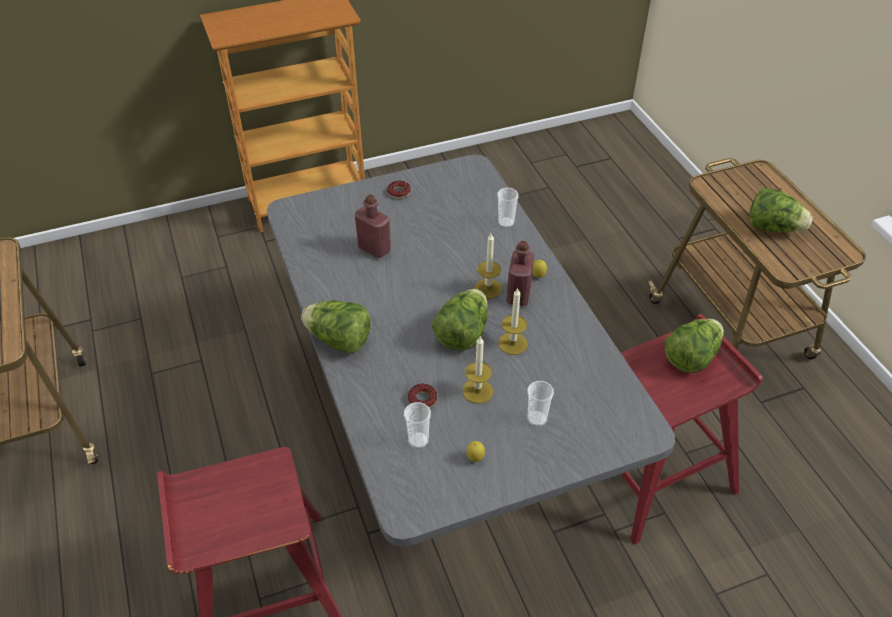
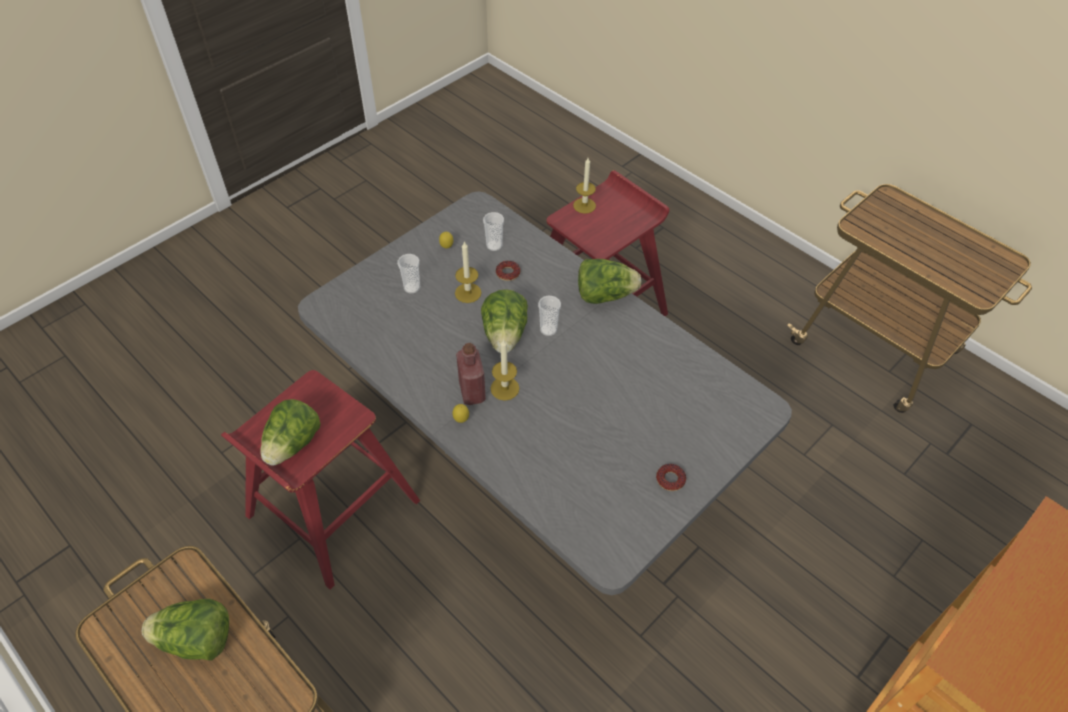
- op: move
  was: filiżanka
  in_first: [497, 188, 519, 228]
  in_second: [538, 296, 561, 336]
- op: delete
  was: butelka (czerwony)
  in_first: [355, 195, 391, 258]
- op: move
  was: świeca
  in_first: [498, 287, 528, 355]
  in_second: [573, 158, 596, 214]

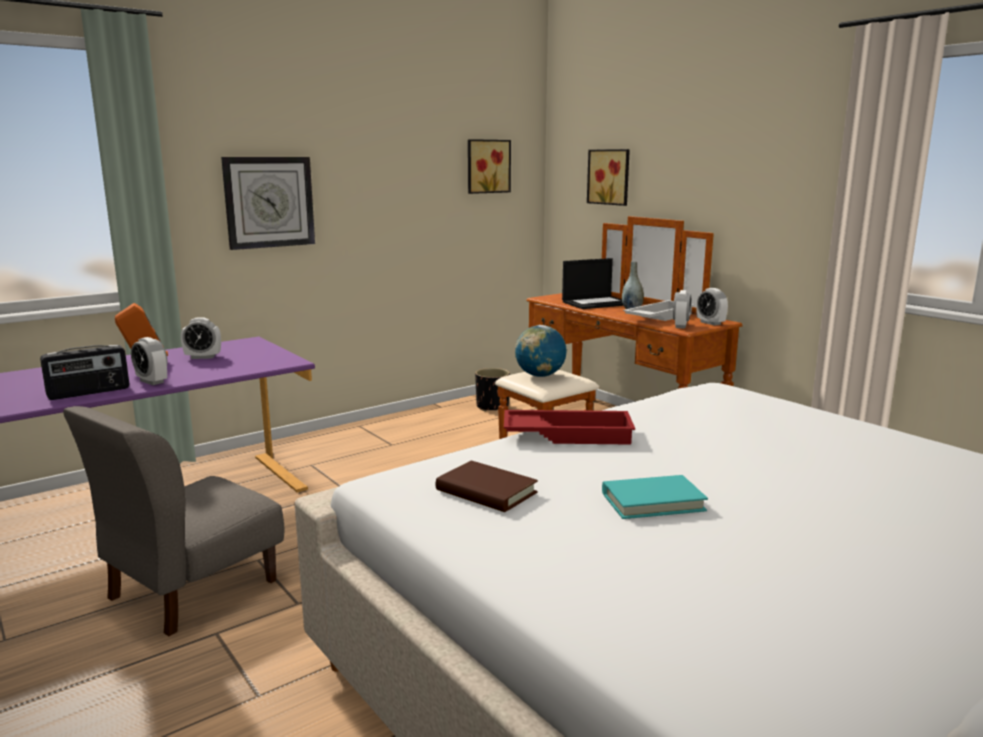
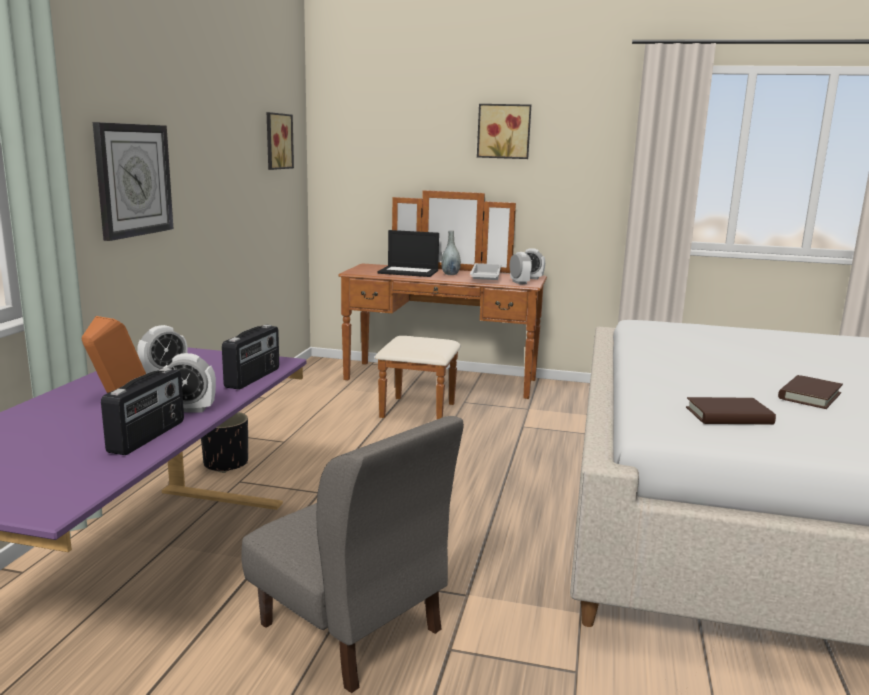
- op: move
  was: obraz
  in_first: [587, 149, 630, 206]
  in_second: [477, 104, 531, 159]
- op: rotate
  was: laptop
  in_first: [562, 258, 624, 309]
  in_second: [378, 230, 439, 277]
  clockwise: 75
- op: delete
  was: globus
  in_first: [515, 325, 567, 377]
- op: move
  was: donica (czarny)
  in_first: [475, 368, 510, 412]
  in_second: [201, 412, 248, 473]
- op: rotate
  was: krzesło (szary)
  in_first: [63, 406, 284, 636]
  in_second: [241, 416, 464, 693]
  clockwise: -45
- op: delete
  was: taca (czerwony)
  in_first: [504, 410, 635, 445]
- op: recolor
  was: książka (turkusowy)
  now: książka (brązowy)
  in_first: [602, 475, 708, 519]
  in_second: [778, 375, 843, 409]
- op: insert
  now: radio
  in_second: [222, 325, 279, 390]

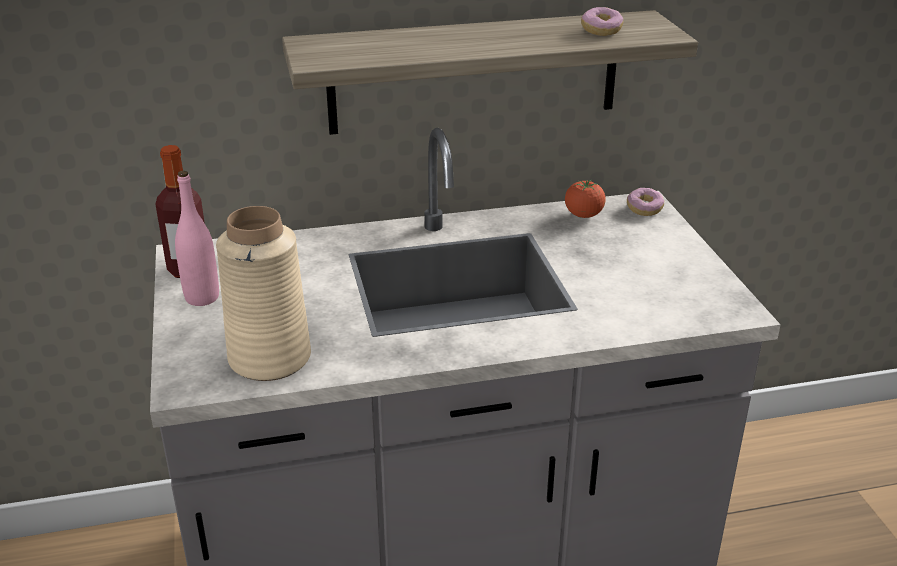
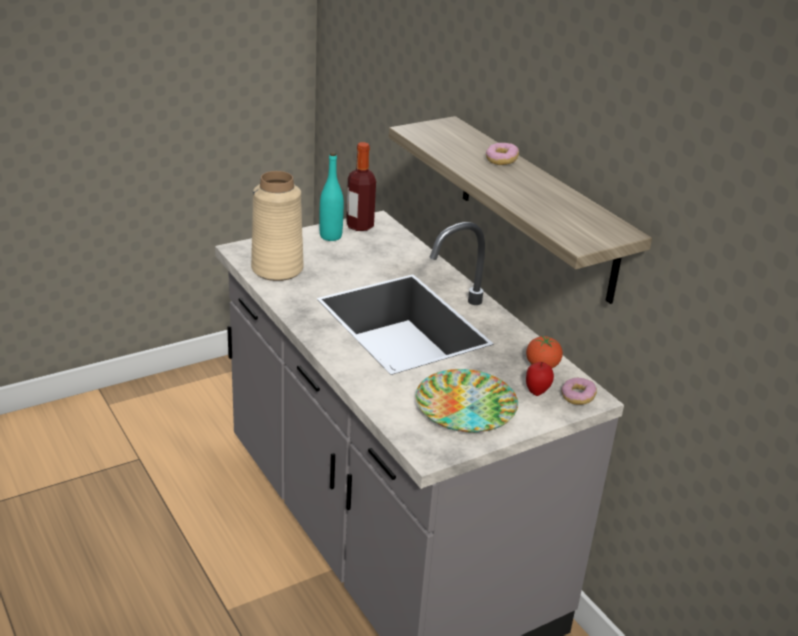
- op: move
  was: donut
  in_first: [581, 7, 623, 36]
  in_second: [486, 143, 519, 165]
- op: recolor
  was: butelka (różowy)
  now: butelka (turkusowy)
  in_first: [175, 171, 219, 306]
  in_second: [319, 152, 344, 241]
- op: insert
  now: jabłko
  in_second: [526, 362, 554, 396]
- op: insert
  now: talerz
  in_second: [416, 369, 518, 433]

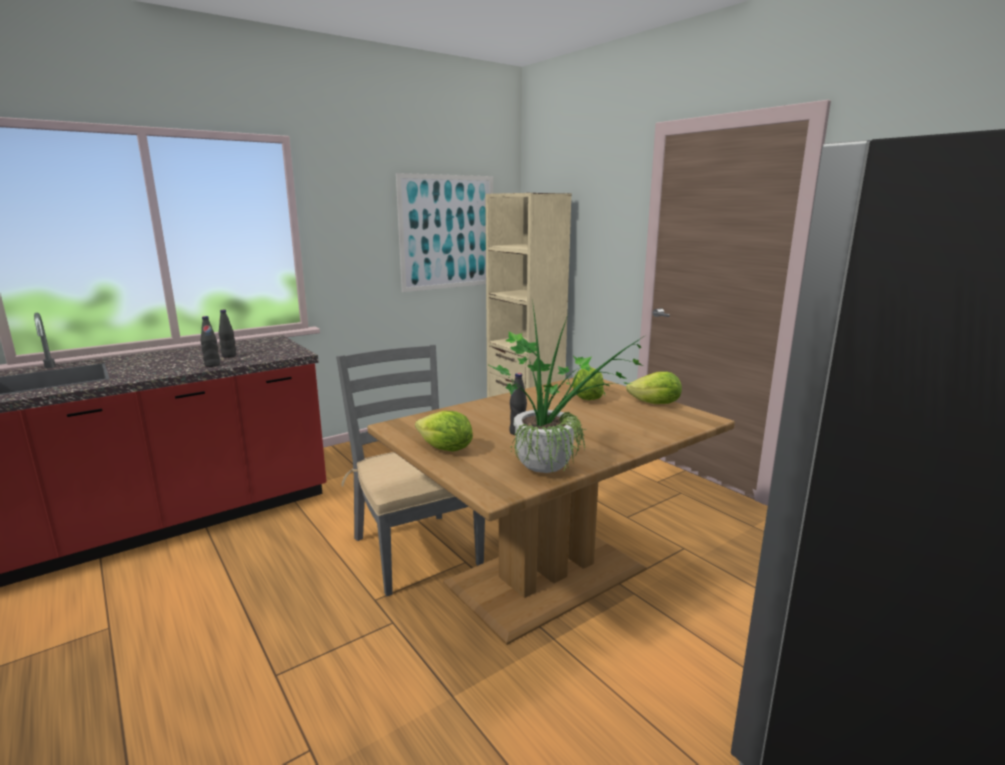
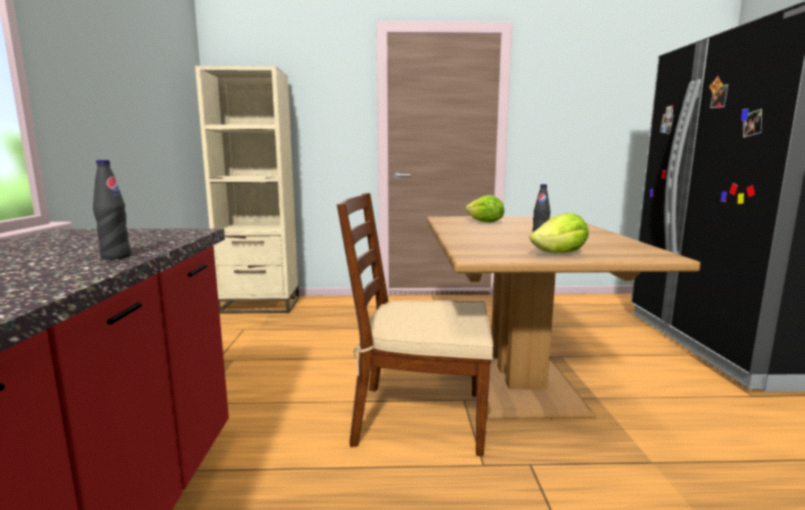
- op: delete
  was: obraz
  in_first: [396, 173, 493, 292]
- op: delete
  was: roślina doniczkowa
  in_first: [487, 299, 649, 473]
- op: delete
  was: butelka (czarny)
  in_first: [219, 310, 236, 358]
- op: recolor
  was: krzesło (szary)
  now: krzesło (brązowy)
  in_first: [336, 345, 485, 596]
  in_second: [337, 193, 494, 456]
- op: delete
  was: sałata
  in_first: [626, 371, 682, 404]

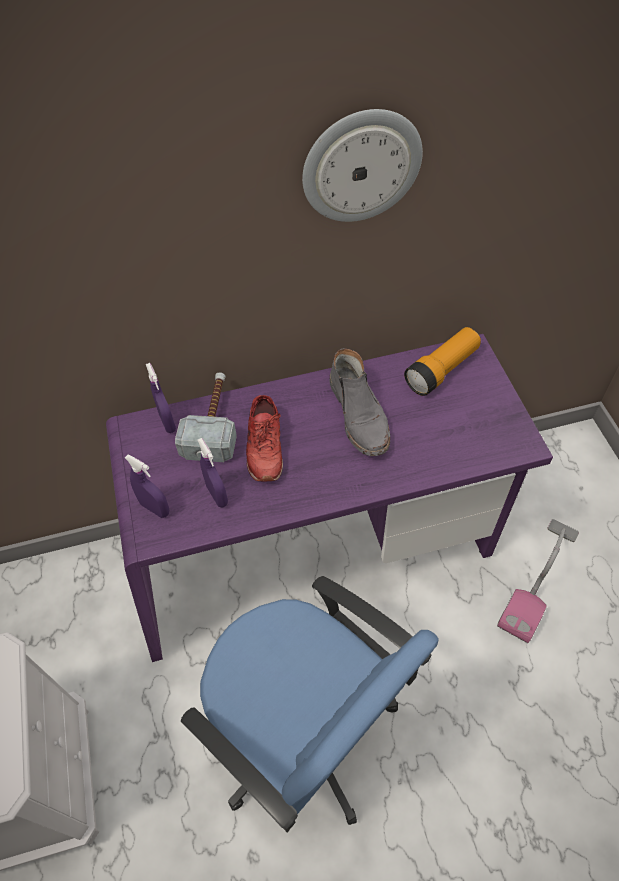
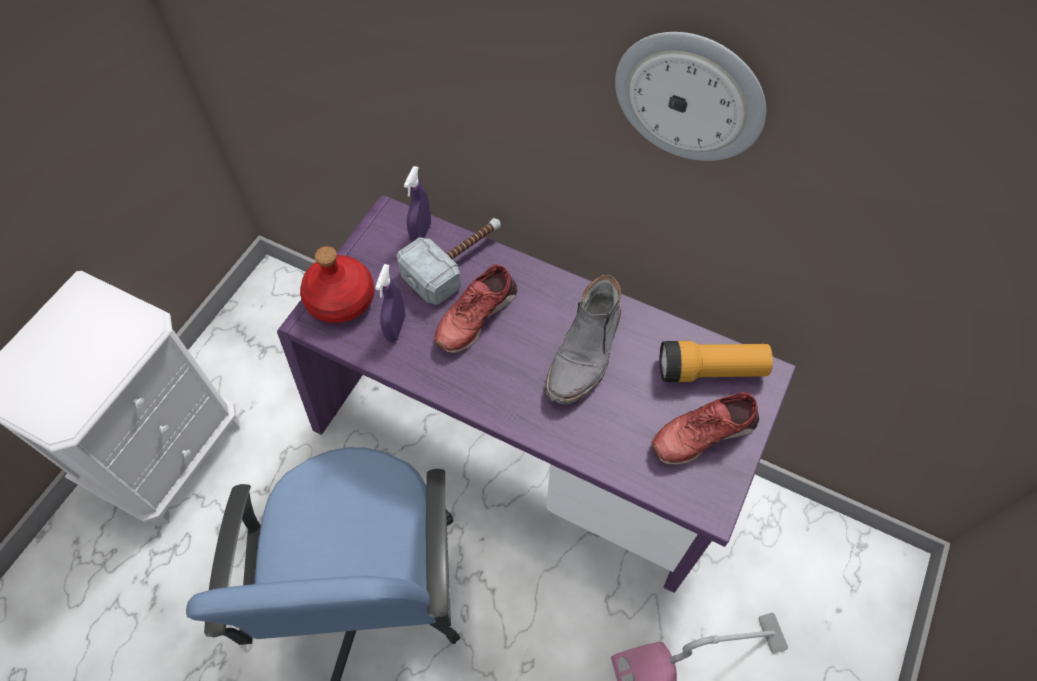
- op: replace
  was: spryskiwacz (fioletowy)
  now: butelka (czerwony)
  in_first: [125, 455, 169, 518]
  in_second: [300, 246, 374, 323]
- op: insert
  now: but (czerwony)
  in_second: [651, 392, 759, 465]

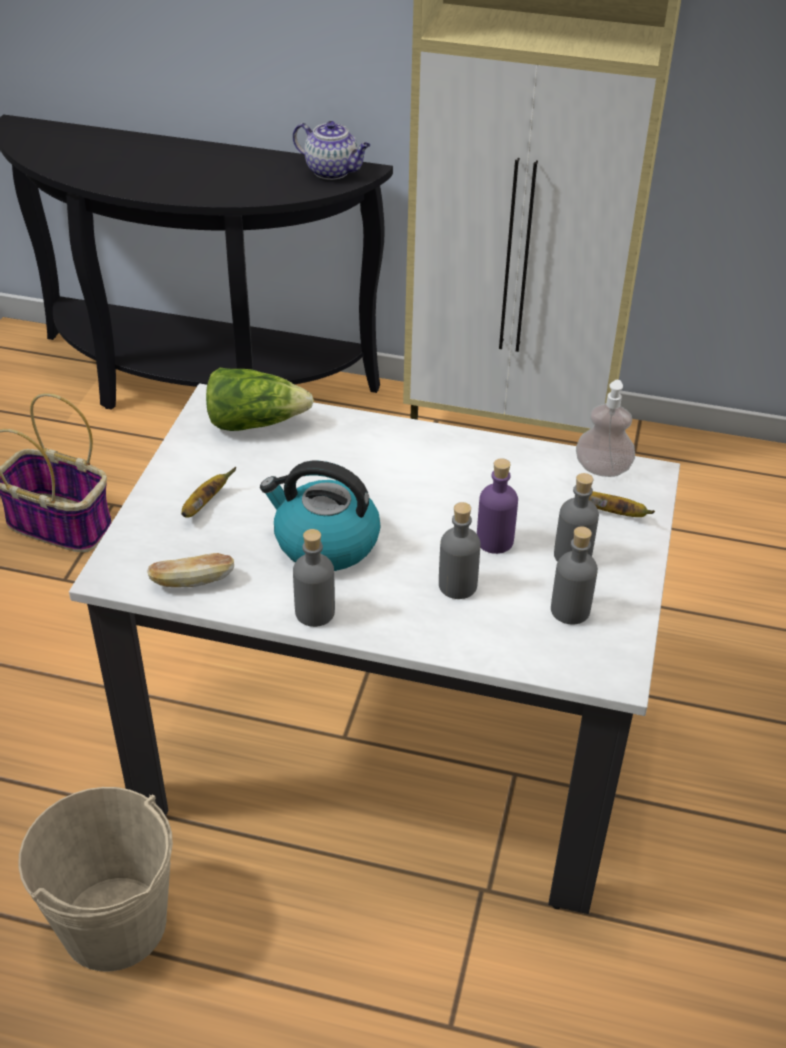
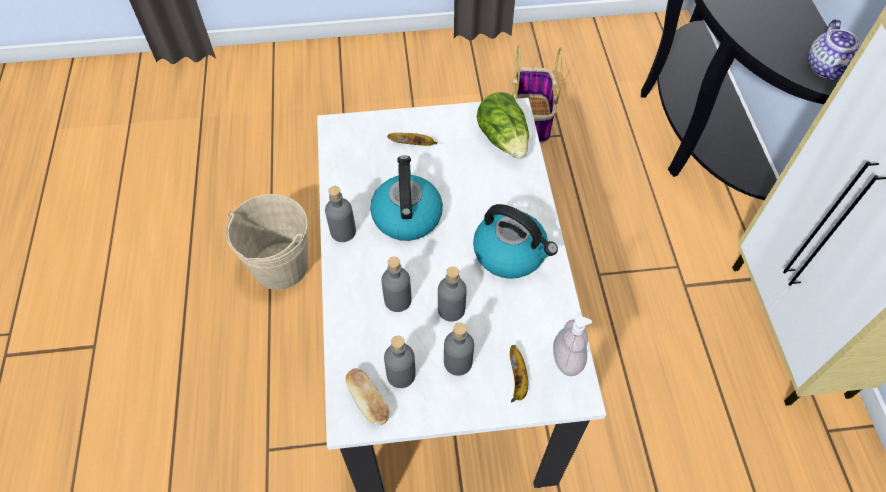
- op: recolor
  was: butelka (fioletowy)
  now: butelka (szary)
  in_first: [477, 458, 518, 554]
  in_second: [438, 267, 467, 322]
- op: move
  was: chleb
  in_first: [147, 553, 234, 587]
  in_second: [346, 368, 390, 426]
- op: insert
  now: czajnik
  in_second: [473, 204, 558, 279]

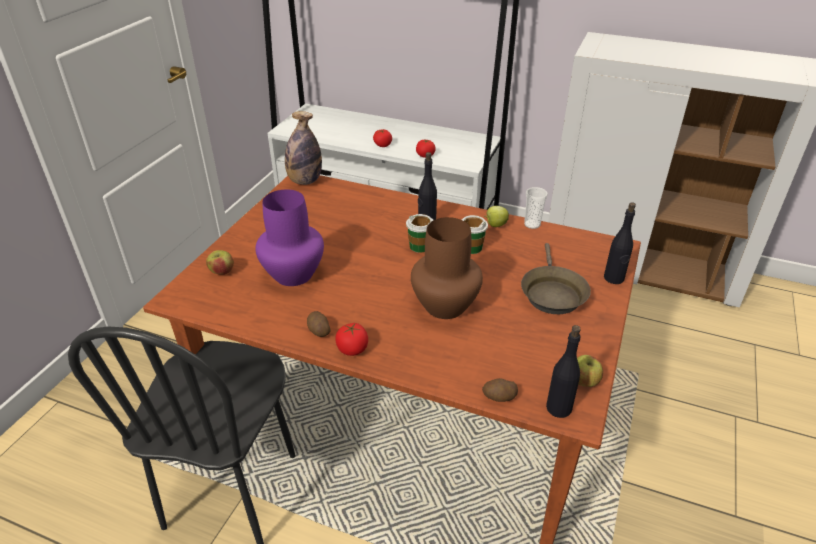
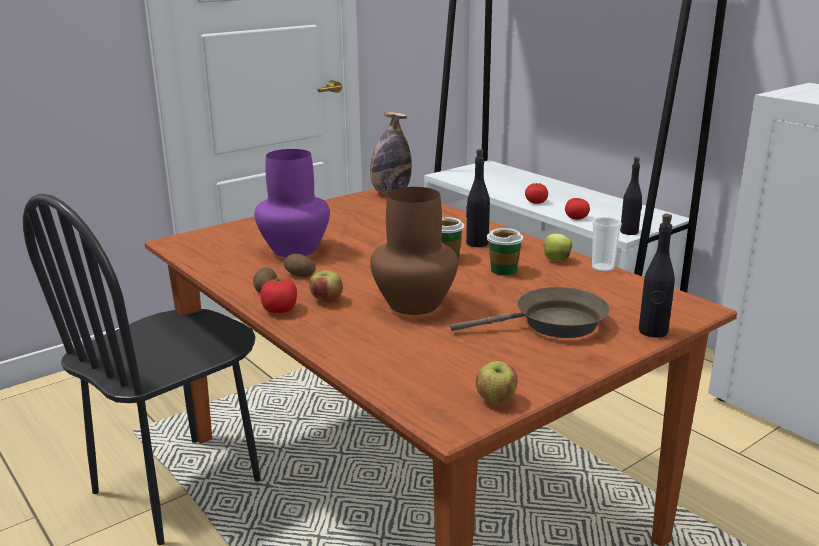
- op: rotate
  was: patelnia (brązowy)
  in_first: [521, 243, 591, 314]
  in_second: [450, 287, 610, 338]
  clockwise: -135
- op: move
  was: jabłko
  in_first: [206, 250, 234, 275]
  in_second: [309, 270, 343, 303]
- op: move
  was: butelka (czarny)
  in_first: [546, 325, 581, 418]
  in_second: [620, 157, 642, 235]
- op: move
  was: ziemniak
  in_first: [482, 378, 518, 402]
  in_second: [284, 254, 316, 277]

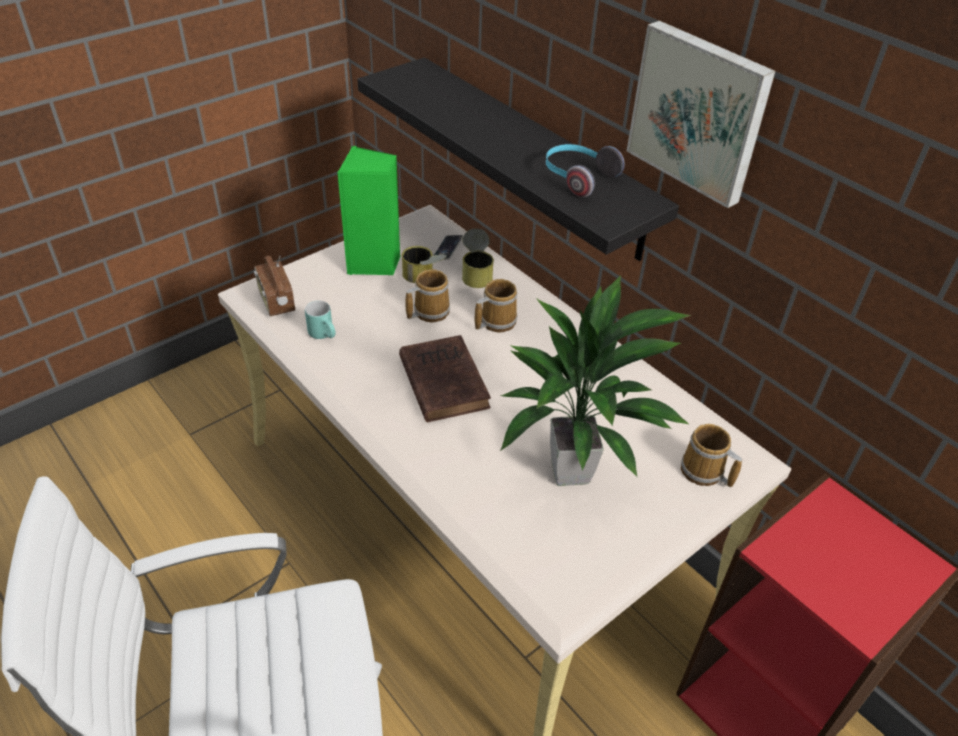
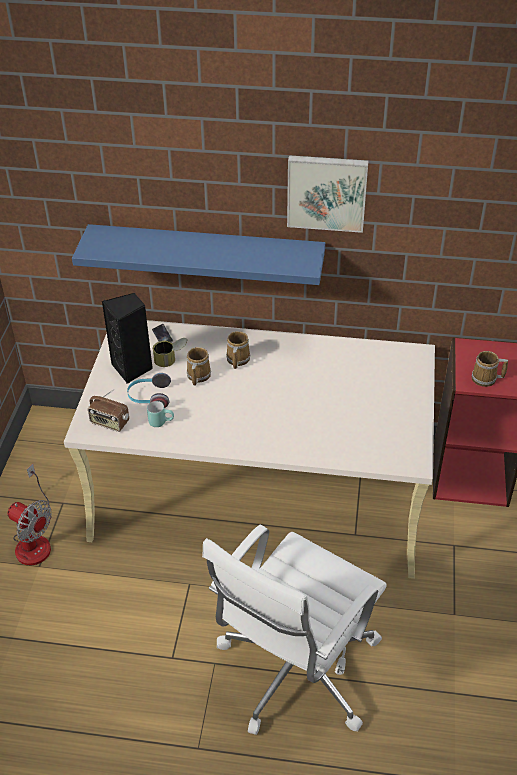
- op: recolor
  was: półka (czarny)
  now: półka (niebieski)
  in_first: [357, 58, 679, 261]
  in_second: [72, 224, 325, 285]
- op: move
  was: słuchawki
  in_first: [546, 144, 625, 197]
  in_second: [127, 373, 171, 408]
- op: recolor
  was: głośnik (zielony)
  now: głośnik (czarny)
  in_first: [337, 146, 401, 275]
  in_second: [102, 293, 153, 384]
- op: delete
  was: puszka
  in_first: [462, 228, 494, 288]
- op: delete
  was: roślina doniczkowa
  in_first: [500, 275, 691, 486]
- op: delete
  was: książka (brązowy)
  in_first: [399, 335, 491, 422]
- op: move
  was: kubek
  in_first: [681, 424, 742, 487]
  in_second: [472, 351, 508, 387]
- op: insert
  now: wentylator
  in_second: [8, 464, 52, 565]

